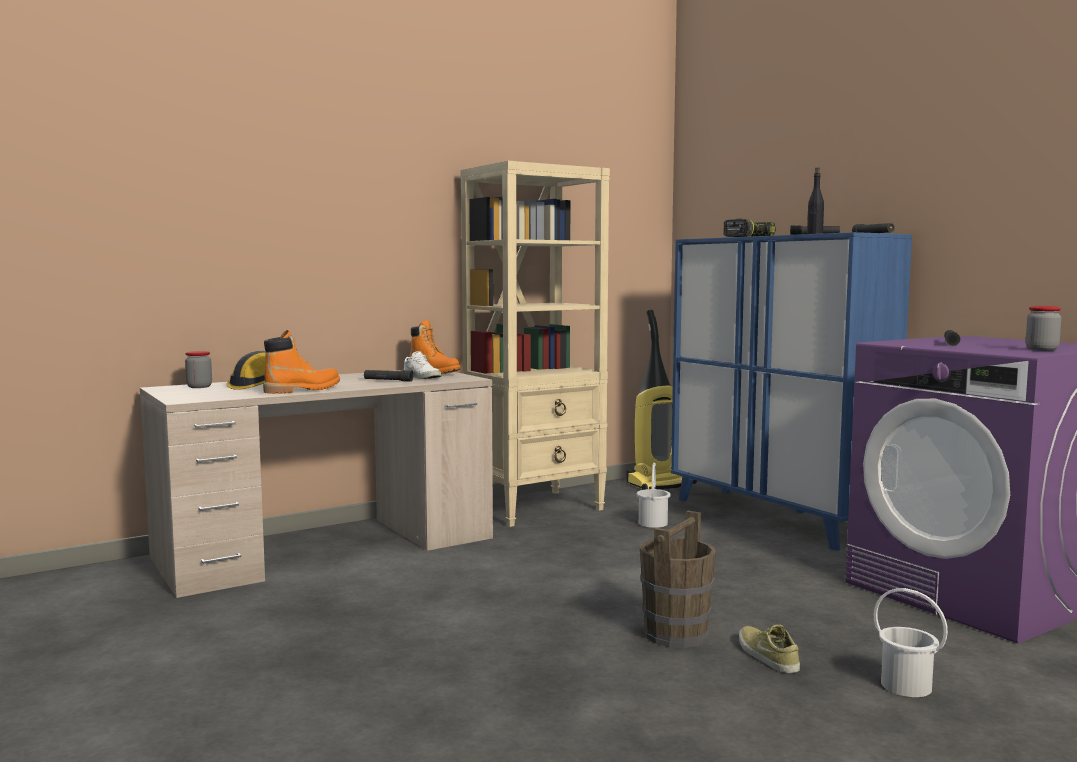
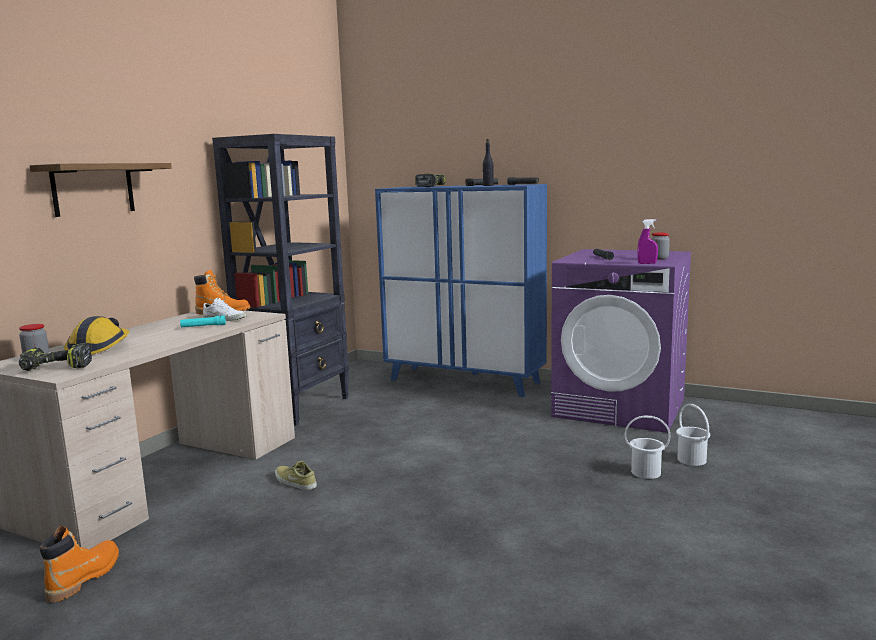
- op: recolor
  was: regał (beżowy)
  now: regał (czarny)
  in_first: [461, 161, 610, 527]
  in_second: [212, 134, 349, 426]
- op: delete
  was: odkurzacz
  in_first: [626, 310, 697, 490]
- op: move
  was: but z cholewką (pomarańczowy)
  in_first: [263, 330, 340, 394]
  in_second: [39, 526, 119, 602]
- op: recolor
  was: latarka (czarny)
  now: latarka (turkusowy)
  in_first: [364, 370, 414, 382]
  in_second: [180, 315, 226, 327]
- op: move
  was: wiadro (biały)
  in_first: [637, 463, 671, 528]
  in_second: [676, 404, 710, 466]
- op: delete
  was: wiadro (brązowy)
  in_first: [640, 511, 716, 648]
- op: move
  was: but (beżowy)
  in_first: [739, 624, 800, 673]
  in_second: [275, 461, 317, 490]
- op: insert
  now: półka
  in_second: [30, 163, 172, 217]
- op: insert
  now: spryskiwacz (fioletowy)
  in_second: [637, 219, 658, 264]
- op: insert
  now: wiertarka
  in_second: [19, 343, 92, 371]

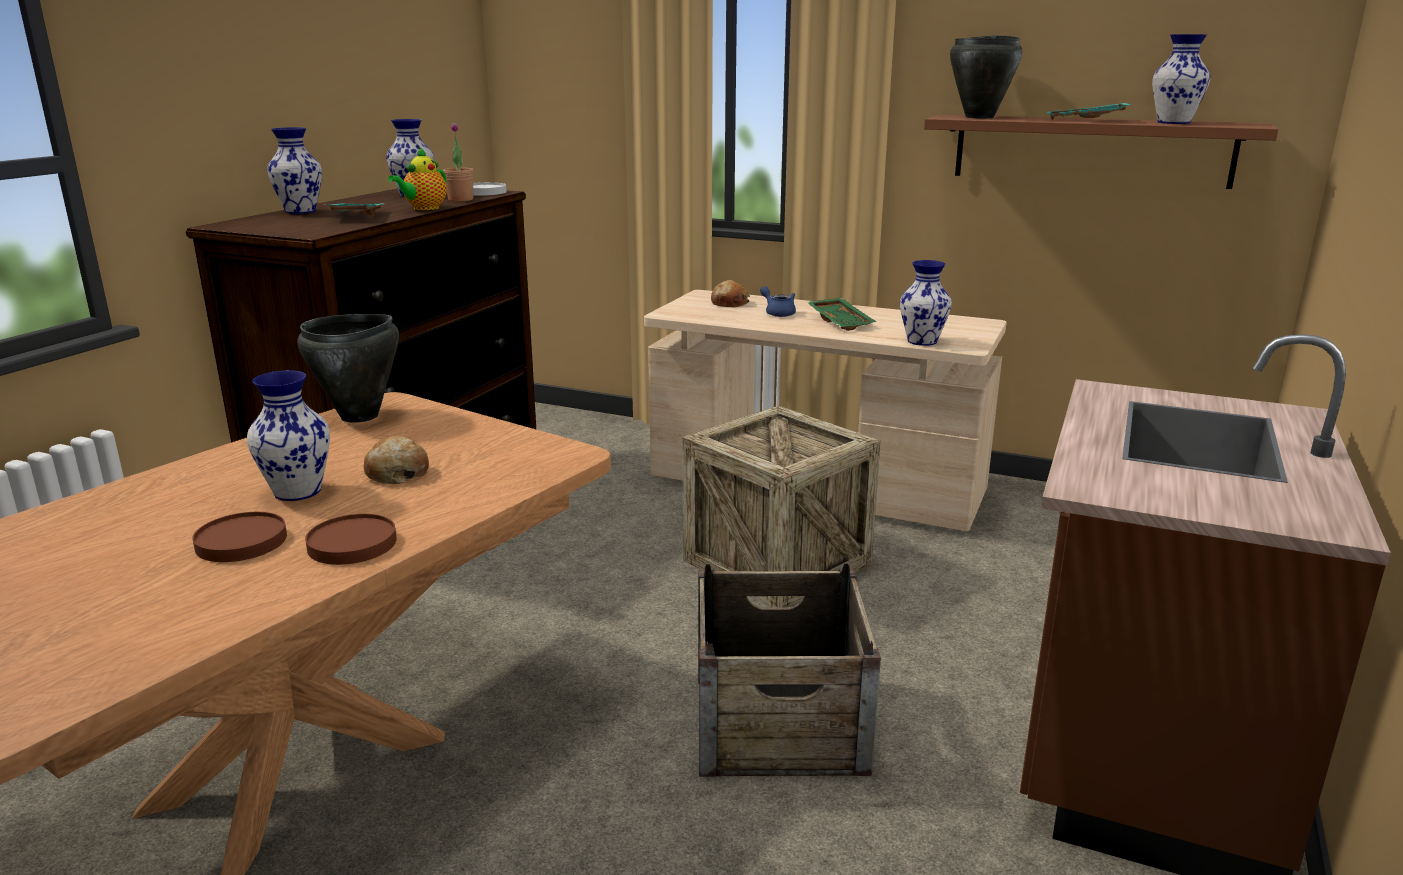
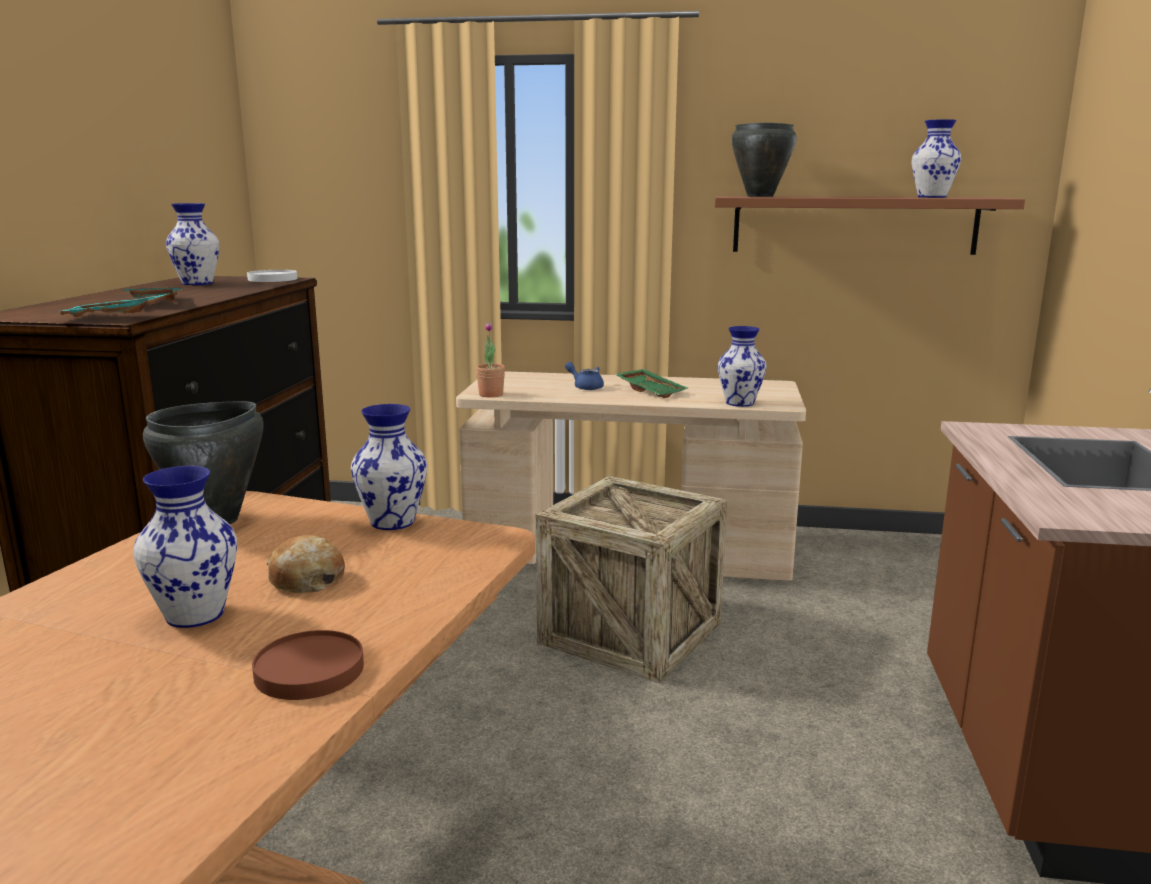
- op: move
  was: taca (turkusowy)
  in_first: [1047, 103, 1131, 120]
  in_second: [56, 293, 172, 317]
- op: move
  was: roślina doniczkowa
  in_first: [443, 122, 474, 201]
  in_second: [476, 322, 505, 397]
- op: move
  was: wazon
  in_first: [267, 127, 322, 214]
  in_second: [351, 404, 427, 530]
- op: delete
  was: imbryk
  in_first: [388, 147, 447, 210]
- op: delete
  was: chleb
  in_first: [711, 280, 750, 307]
- op: delete
  was: talerz (brązowy)
  in_first: [192, 512, 287, 562]
- op: delete
  was: skrzynka
  in_first: [698, 563, 881, 777]

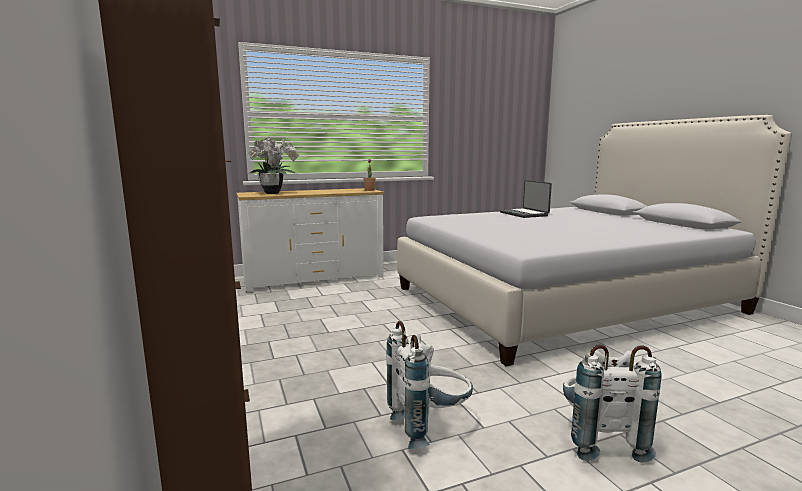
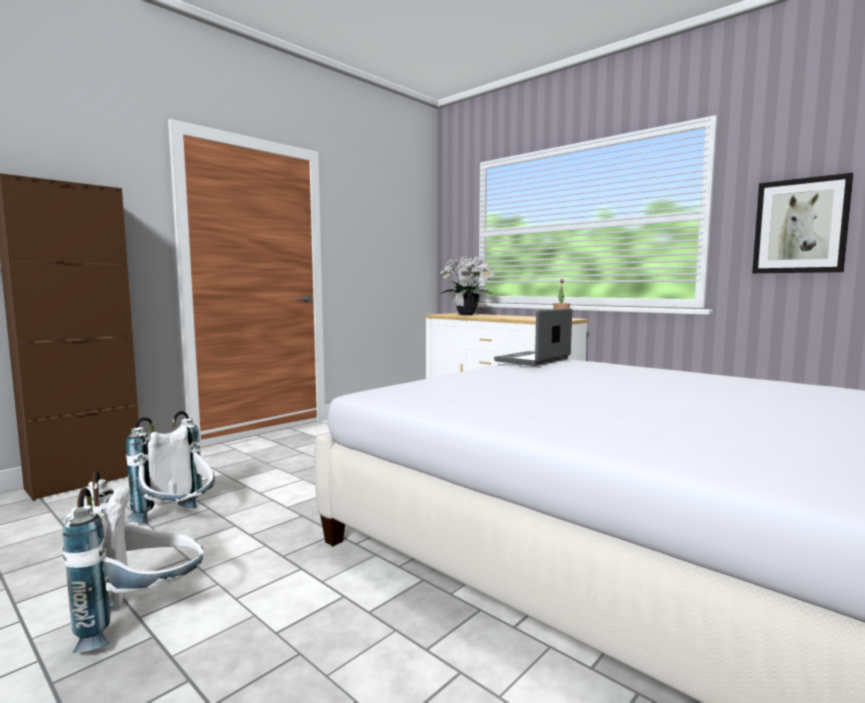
- op: move
  was: laptop
  in_first: [499, 180, 552, 218]
  in_second: [494, 308, 572, 366]
- op: insert
  now: obraz
  in_second: [752, 173, 853, 273]

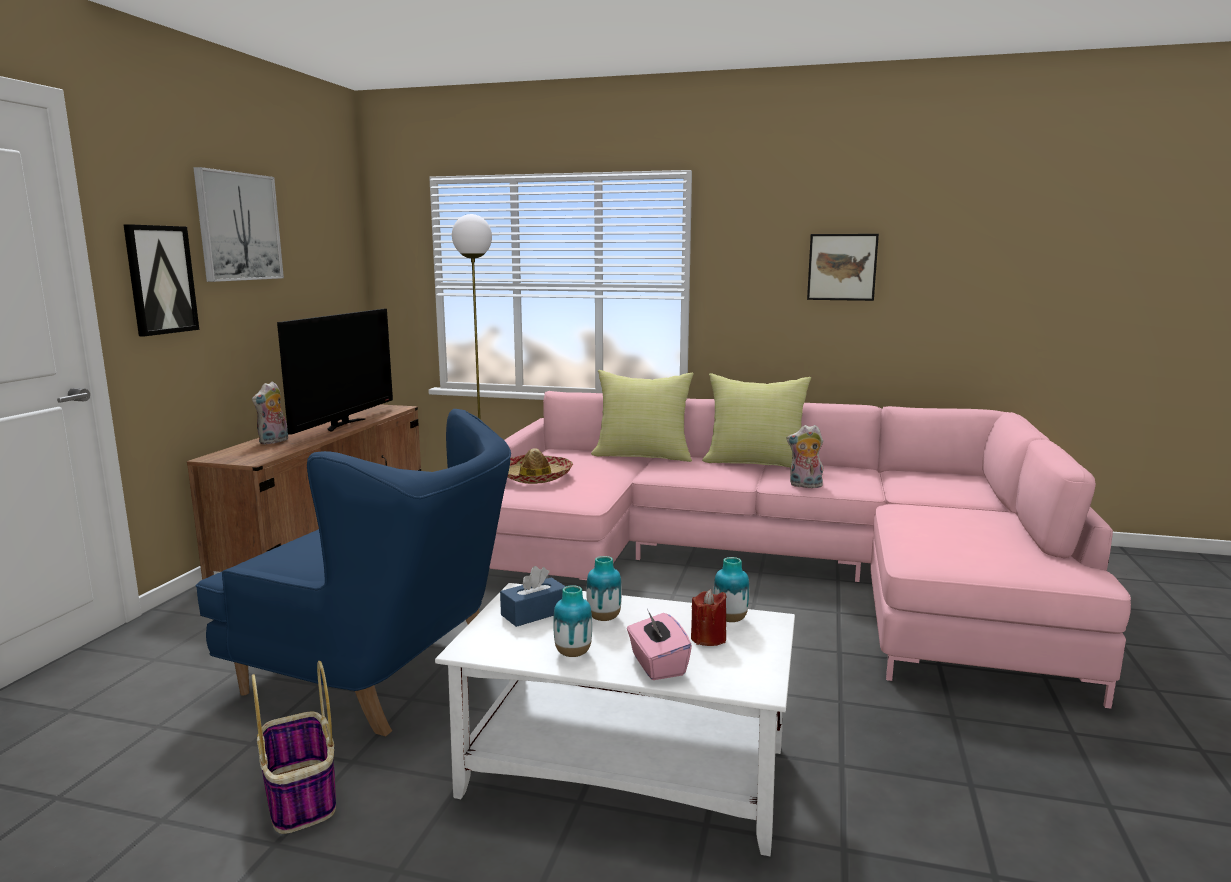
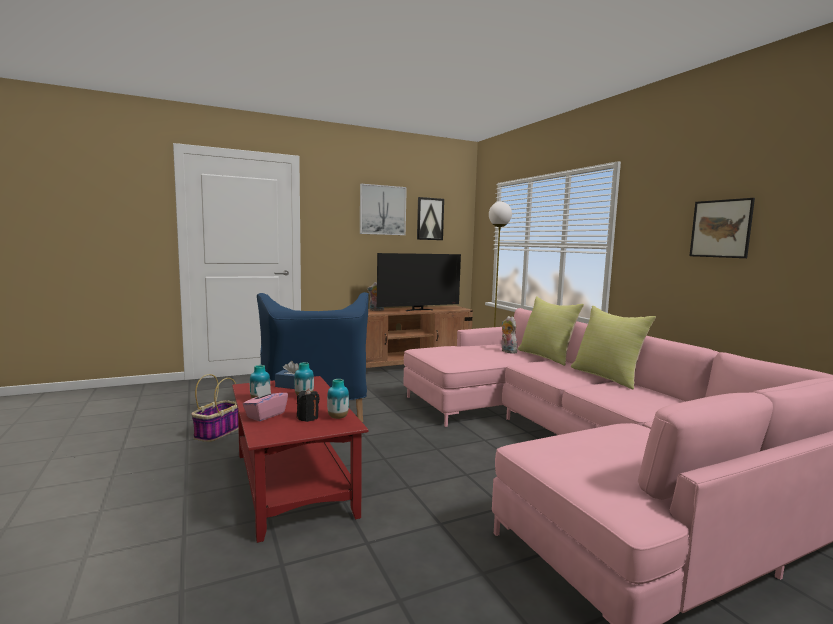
- op: move
  was: obraz
  in_first: [123, 224, 199, 336]
  in_second: [417, 197, 444, 240]
- op: move
  was: pluszak
  in_first: [787, 425, 823, 488]
  in_second: [502, 316, 517, 353]
- op: delete
  was: kapelusz
  in_first: [507, 448, 573, 484]
- op: recolor
  was: ława (biały)
  now: ława (czerwony)
  in_first: [435, 583, 795, 856]
  in_second: [232, 376, 369, 543]
- op: recolor
  was: świeca (czerwony)
  now: świeca (czarny)
  in_first: [691, 589, 727, 646]
  in_second: [297, 389, 320, 422]

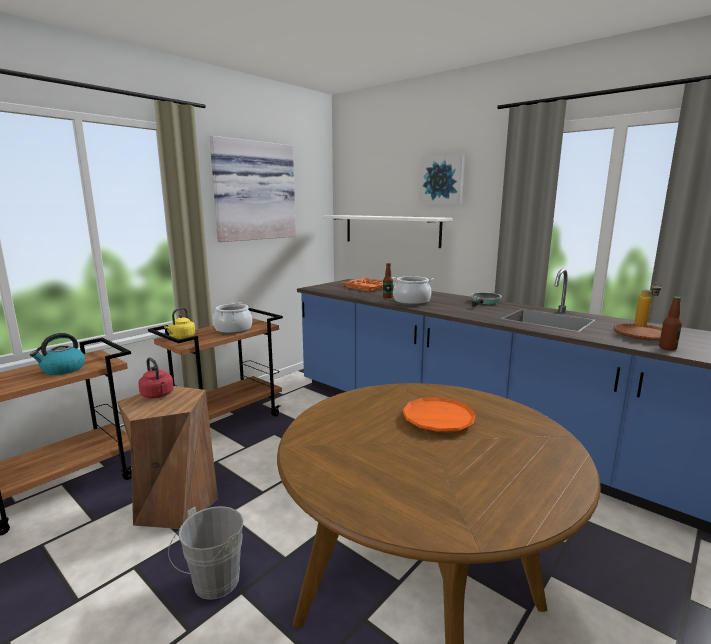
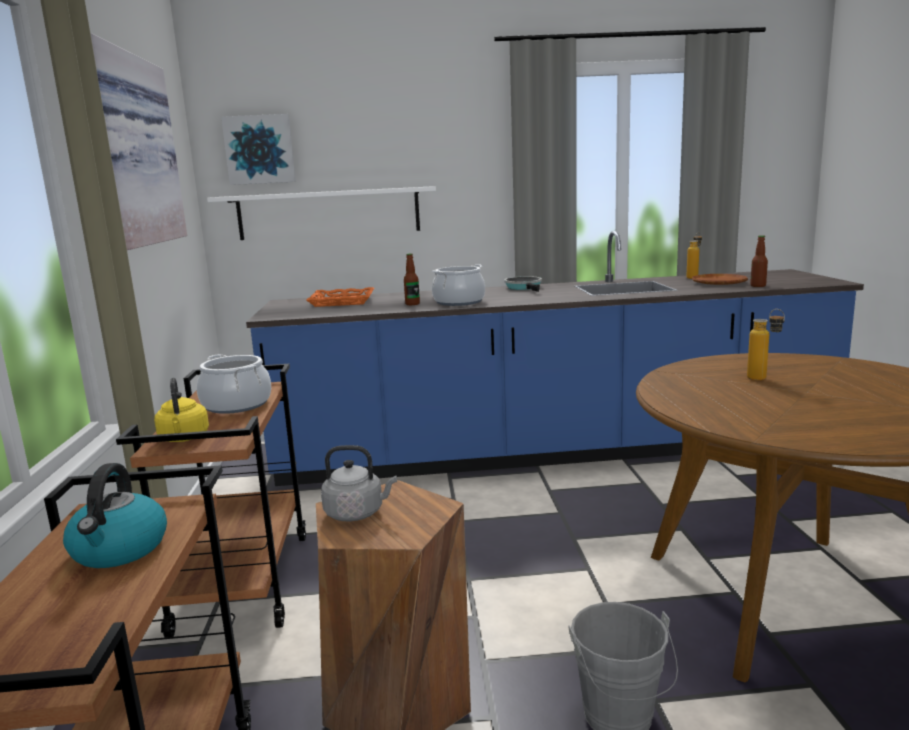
- op: move
  was: obraz
  in_first: [420, 154, 465, 204]
  in_second: [221, 114, 296, 185]
- op: recolor
  was: czajnik (czerwony)
  now: czajnik (szary)
  in_first: [138, 357, 174, 398]
  in_second: [321, 445, 397, 521]
- op: replace
  was: talerz (pomarańczowy)
  now: butelka
  in_first: [402, 397, 477, 432]
  in_second: [747, 309, 785, 380]

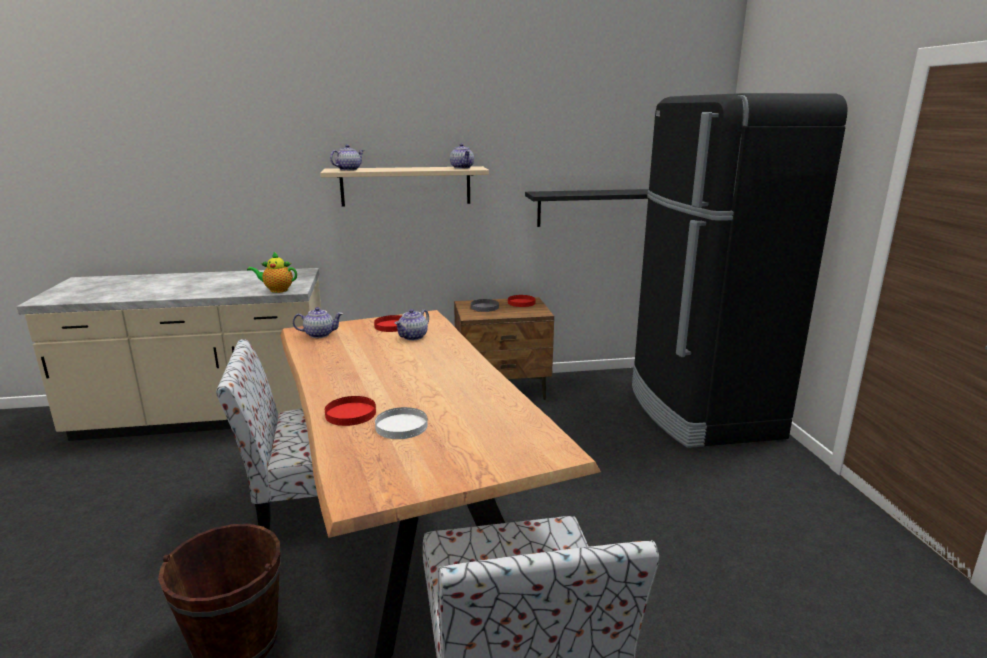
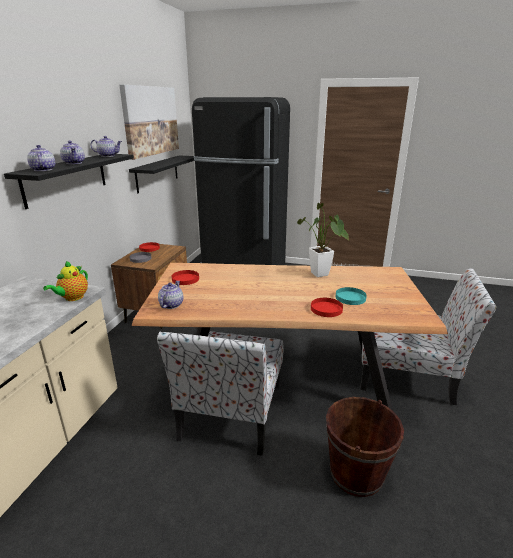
- op: recolor
  was: półka (beżowy)
  now: półka (czarny)
  in_first: [320, 166, 489, 207]
  in_second: [4, 154, 134, 209]
- op: move
  was: imbryk
  in_first: [394, 309, 429, 340]
  in_second: [60, 141, 85, 164]
- op: recolor
  was: talerz (biały)
  now: talerz (turkusowy)
  in_first: [375, 407, 428, 439]
  in_second: [336, 287, 367, 305]
- op: insert
  now: obraz
  in_second: [119, 85, 179, 160]
- op: insert
  now: roślina doniczkowa
  in_second: [297, 203, 349, 277]

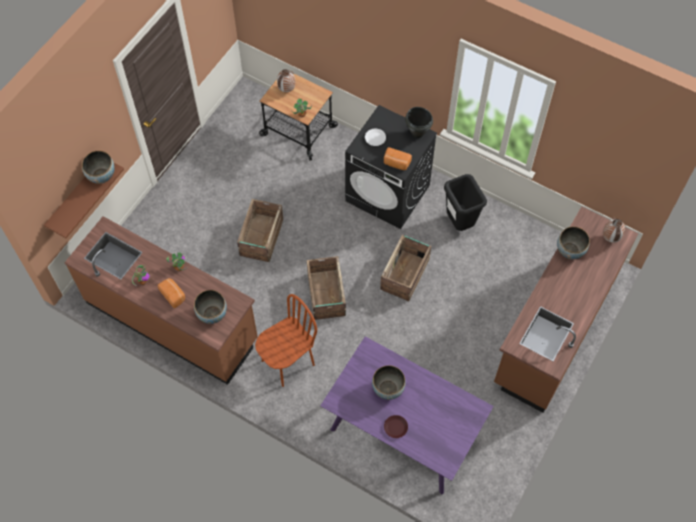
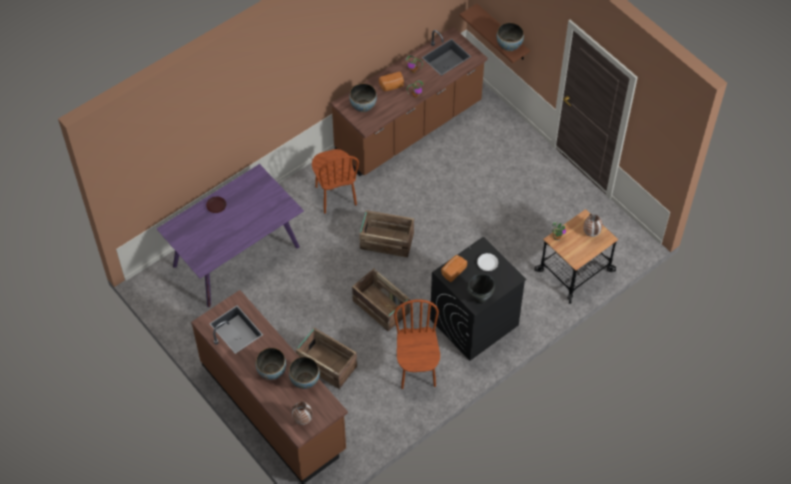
- op: replace
  was: kosz na śmieci (czarny)
  now: krzesło (brązowy)
  in_first: [444, 174, 487, 231]
  in_second: [394, 299, 440, 389]
- op: move
  was: skrzynka
  in_first: [237, 199, 283, 262]
  in_second: [296, 327, 357, 389]
- op: move
  was: miska
  in_first: [372, 365, 406, 400]
  in_second: [255, 348, 286, 380]

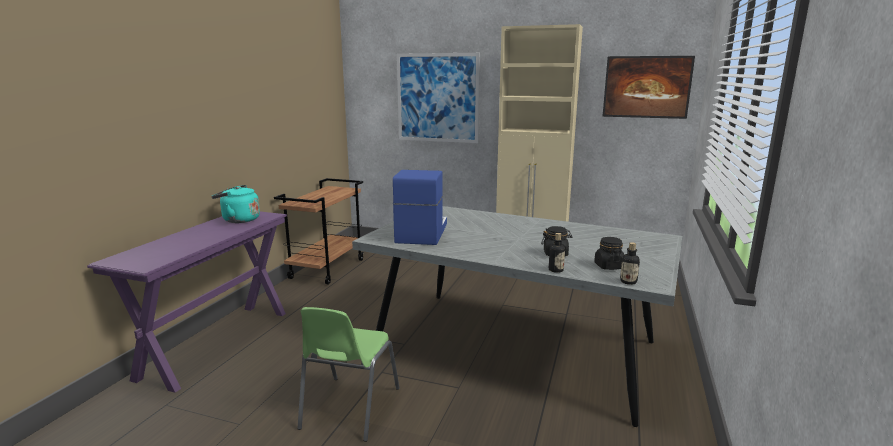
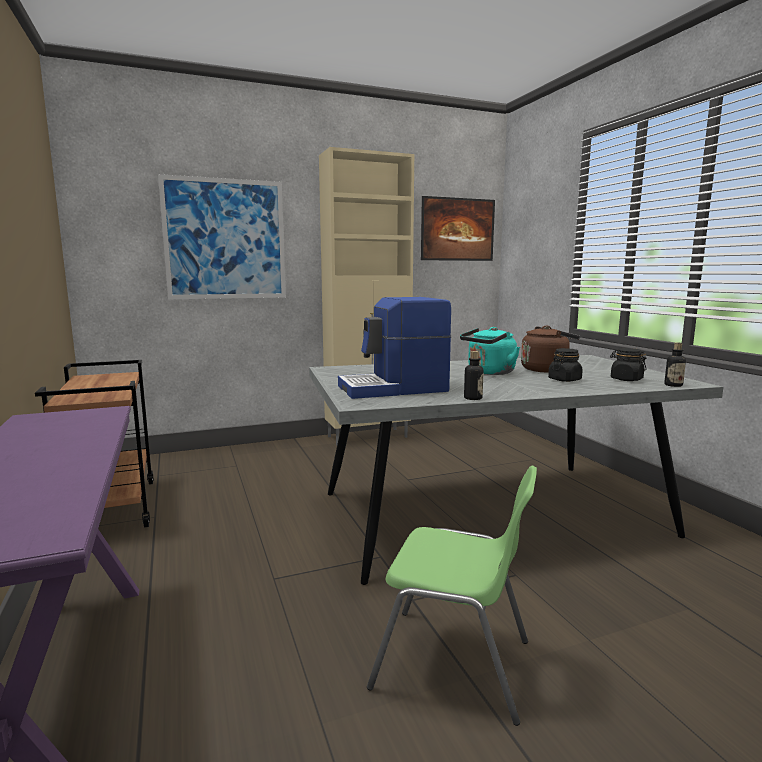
- op: rotate
  was: ekspres do kawy
  in_first: [393, 170, 447, 245]
  in_second: [338, 297, 451, 399]
  clockwise: -75
- op: move
  was: czajnik (turkusowy)
  in_first: [212, 185, 260, 223]
  in_second: [460, 327, 520, 375]
- op: move
  was: butelka
  in_first: [549, 233, 565, 273]
  in_second: [464, 351, 484, 400]
- op: rotate
  was: krzesło (zielony)
  in_first: [297, 307, 400, 442]
  in_second: [367, 465, 537, 726]
  clockwise: -45
- op: insert
  now: czajnik (brązowy)
  in_second: [521, 326, 580, 373]

